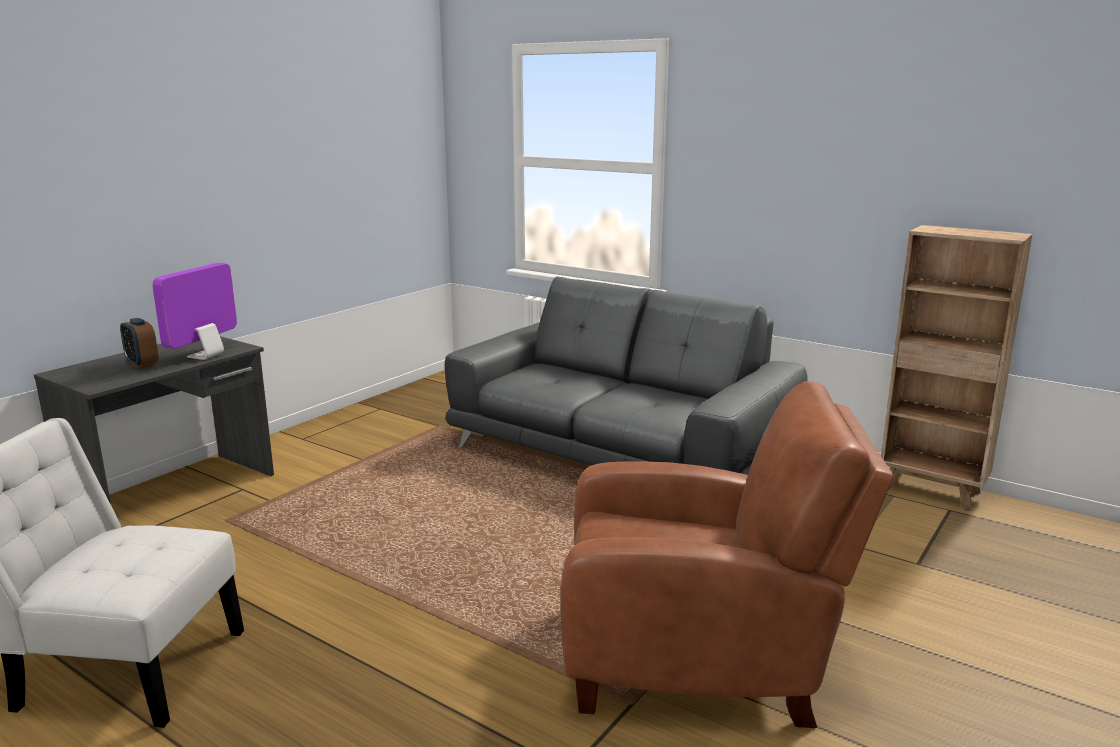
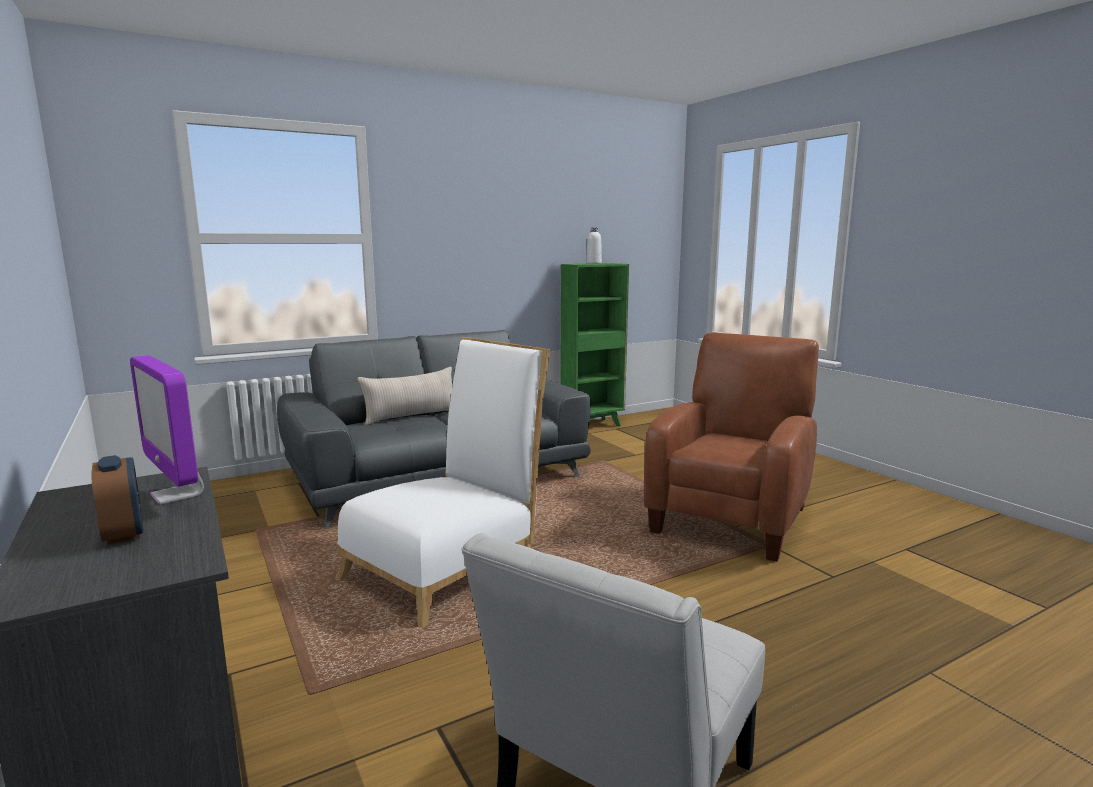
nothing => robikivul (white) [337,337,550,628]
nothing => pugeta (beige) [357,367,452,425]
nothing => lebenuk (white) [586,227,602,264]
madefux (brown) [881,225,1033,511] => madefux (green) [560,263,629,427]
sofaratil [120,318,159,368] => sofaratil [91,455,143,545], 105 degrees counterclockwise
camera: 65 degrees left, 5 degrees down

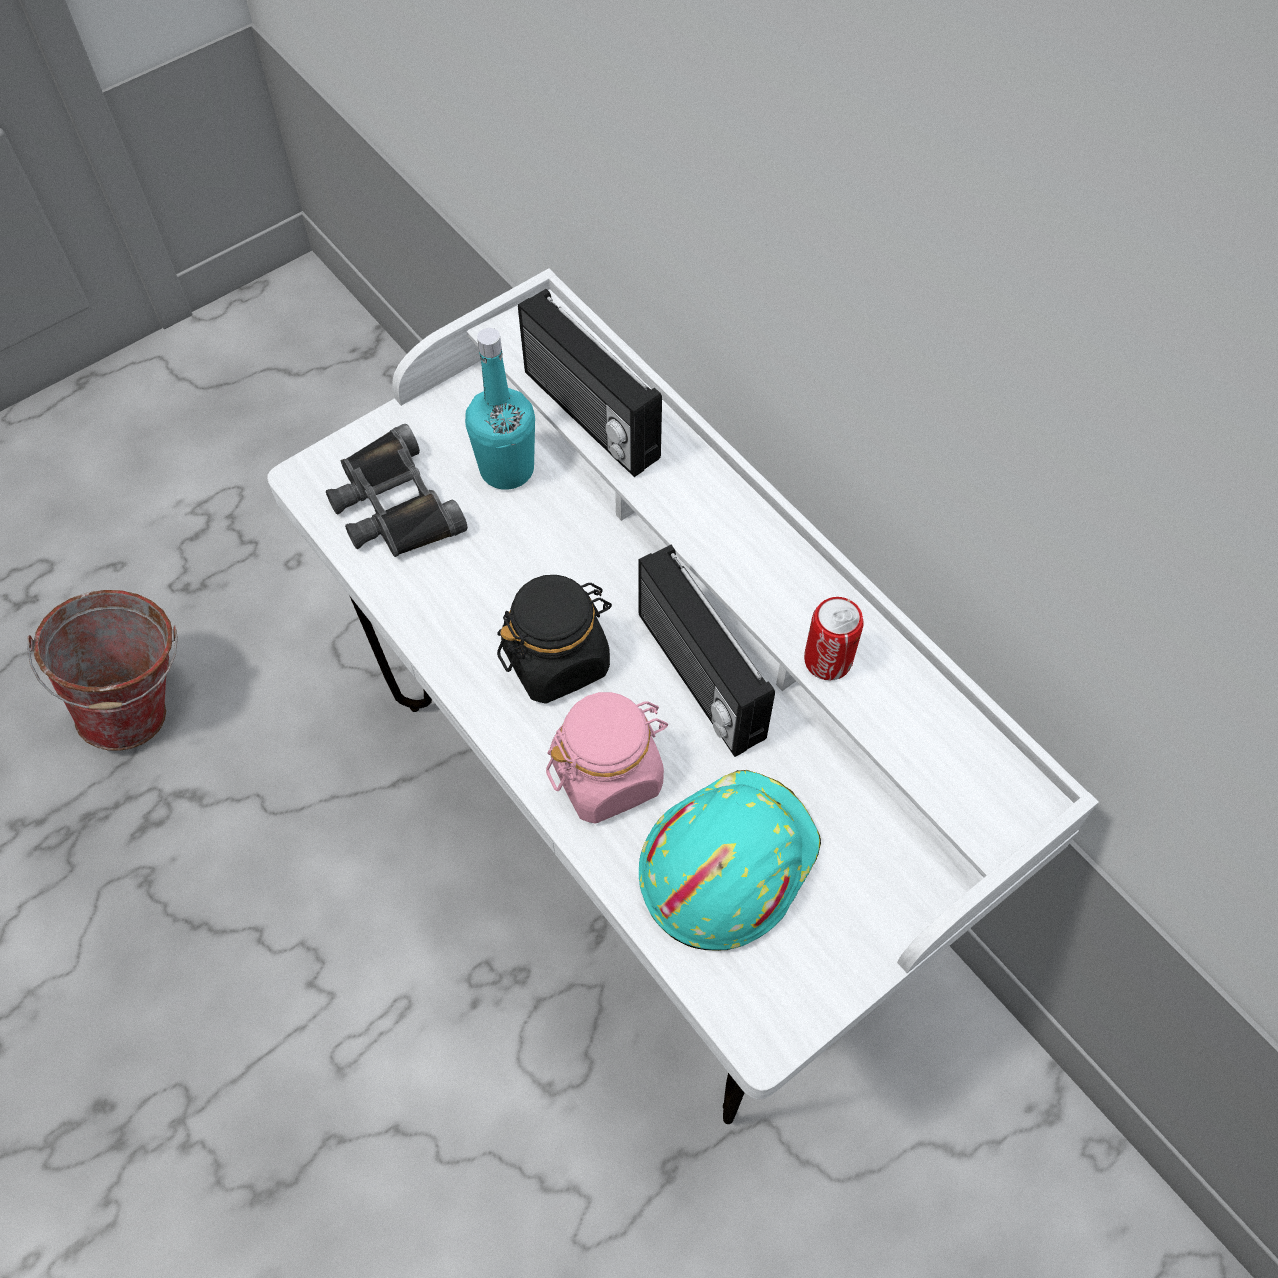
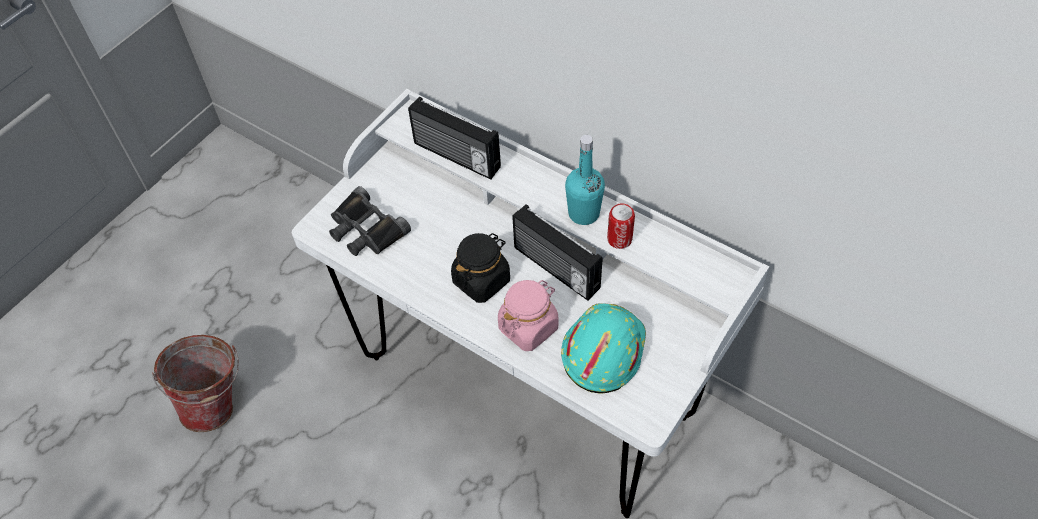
lebenuk (turquoise) [465,328,535,490] => lebenuk (turquoise) [565,135,605,225], moved
camera: 15 degrees left, 5 degrees down

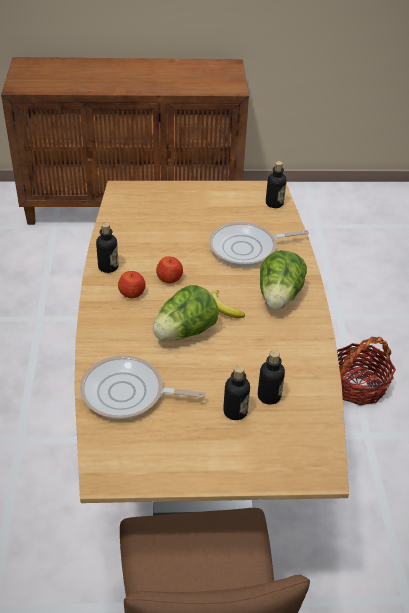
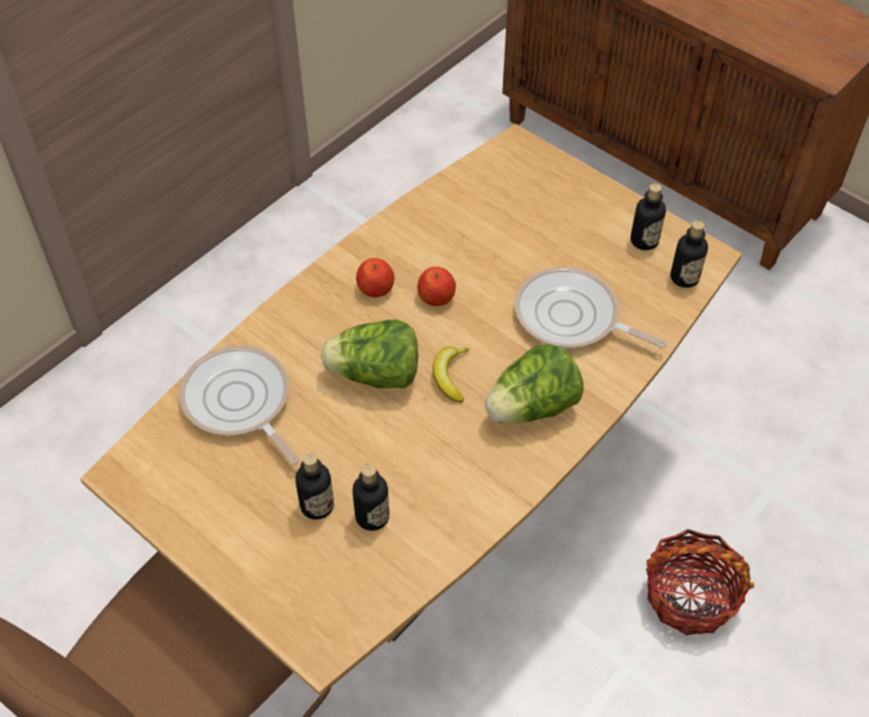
lebenuk [96,222,119,273] => lebenuk [631,183,666,250], moved
camera: 45 degrees right, 10 degrees up

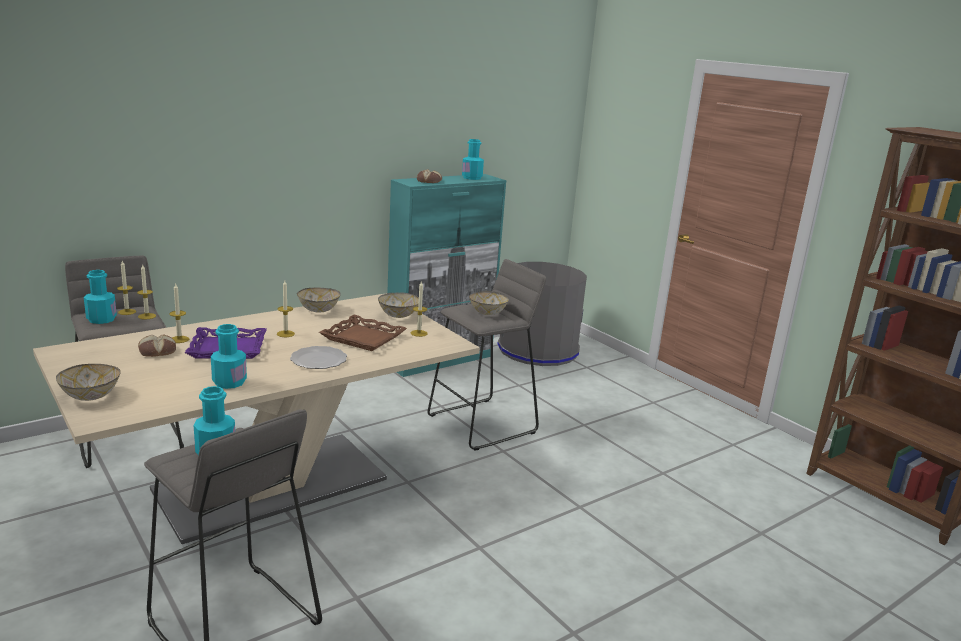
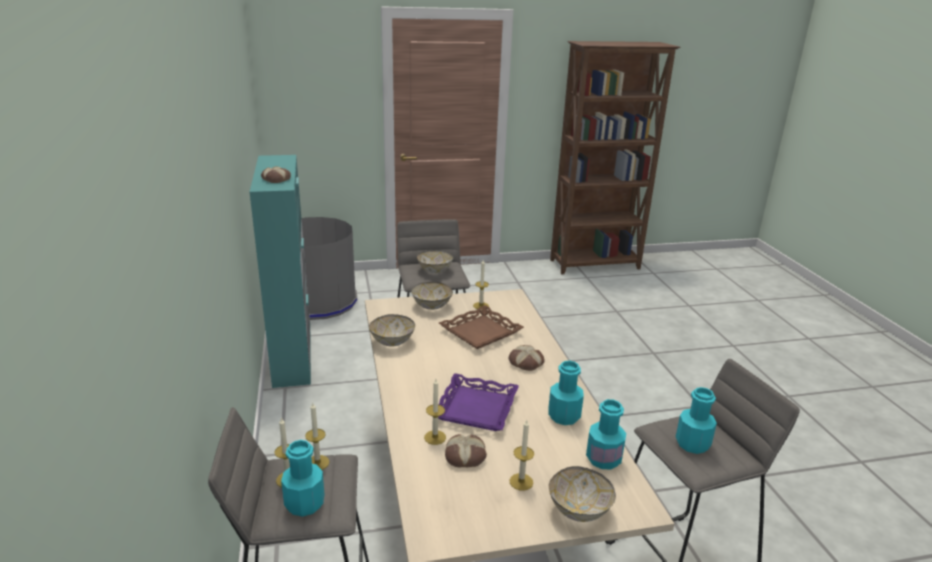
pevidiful [277,280,295,337] => pevidiful [510,420,534,491], moved
lebenuk (turquoise) [462,139,484,180] => lebenuk (turquoise) [586,399,626,469], moved
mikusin [290,346,347,369] => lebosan [509,345,545,371]
camera: 65 degrees left, 5 degrees up

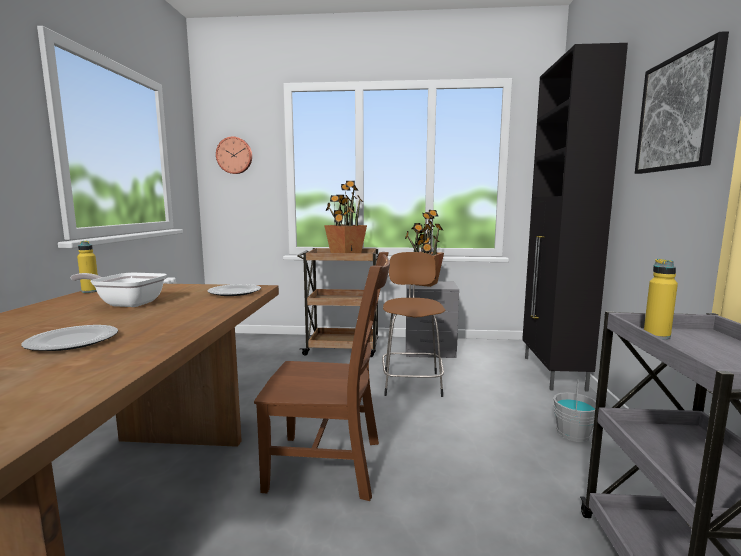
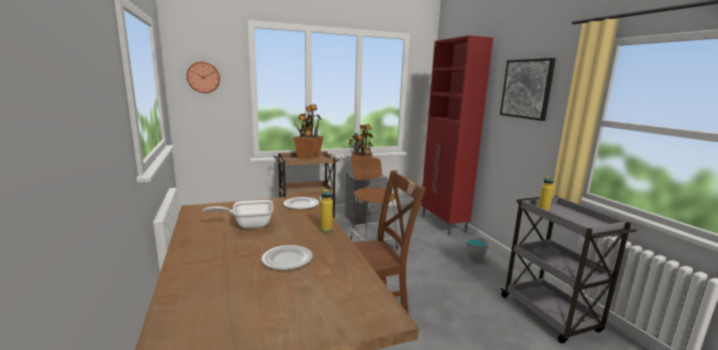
lebenuk (yellow) [77,241,98,293] => lebenuk (yellow) [320,189,333,232], moved
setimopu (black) [522,43,628,392] => setimopu (red) [421,35,493,235]
camera: 25 degrees left, 5 degrees up

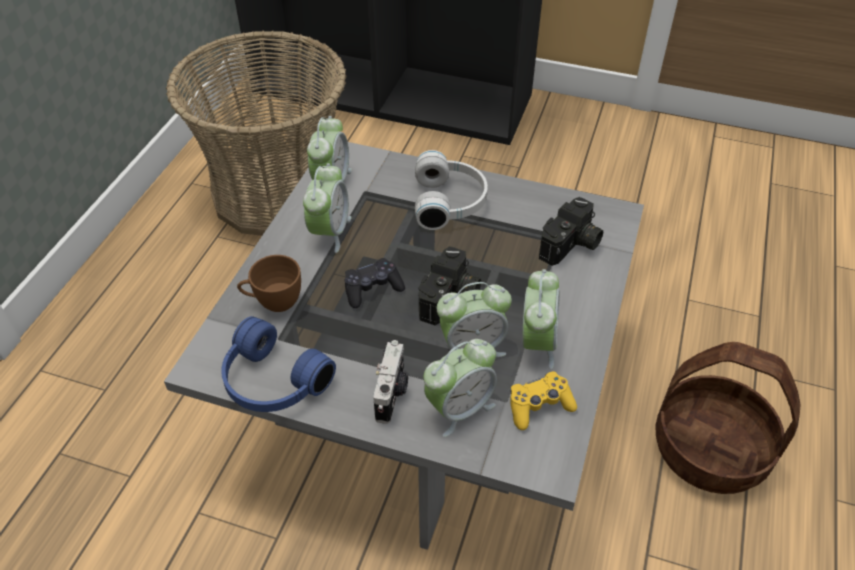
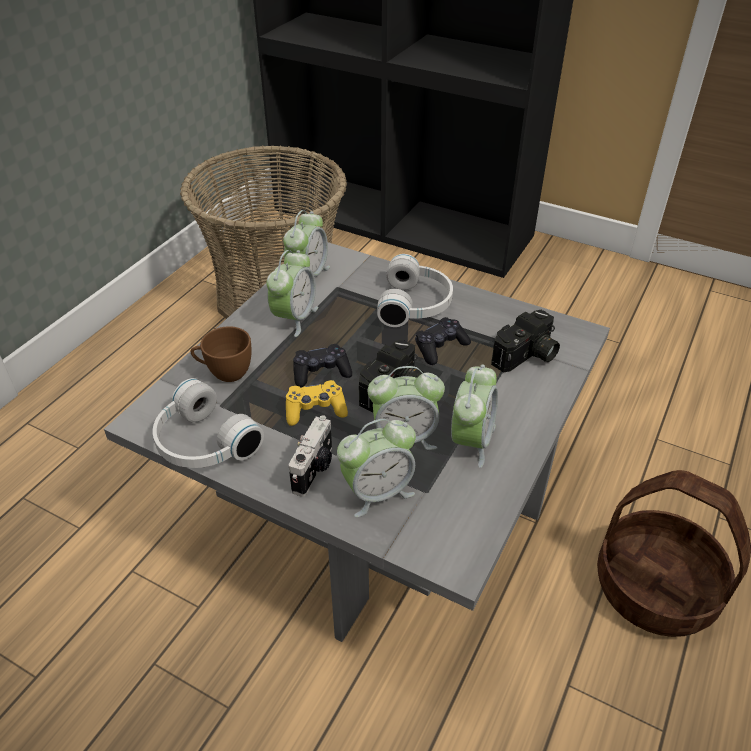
nothing => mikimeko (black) [415,317,471,365]
mikimeko (yellow) [510,371,577,430] => mikimeko (yellow) [286,380,348,426], moved
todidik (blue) [221,316,336,412] => todidik (white) [153,378,264,468]
camera: 10 degrees right, 5 degrees down

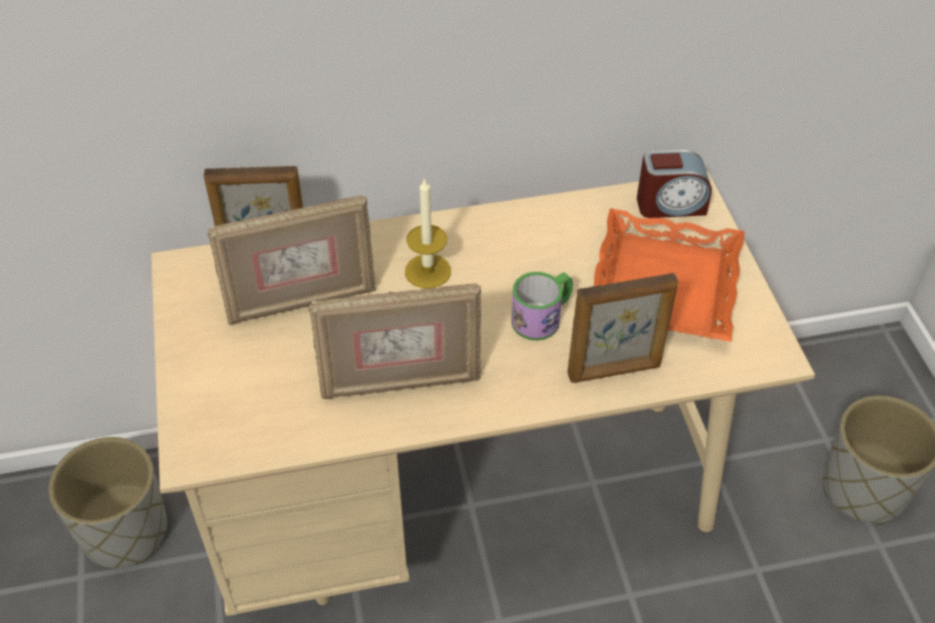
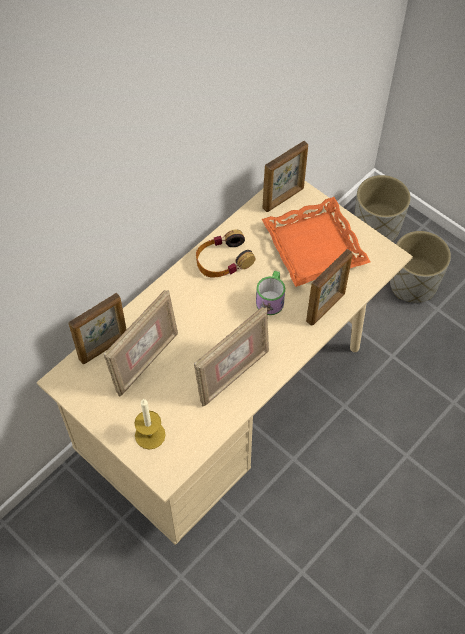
nothing => todidik [196,230,256,278]
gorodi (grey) [49,437,167,568] => gorodi (grey) [355,175,411,242], moved
pevidiful [405,177,451,288] => pevidiful [134,399,166,449], moved
sofaratil [637,149,712,218] => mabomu [262,141,308,212]
camera: 35 degrees left, 10 degrees up

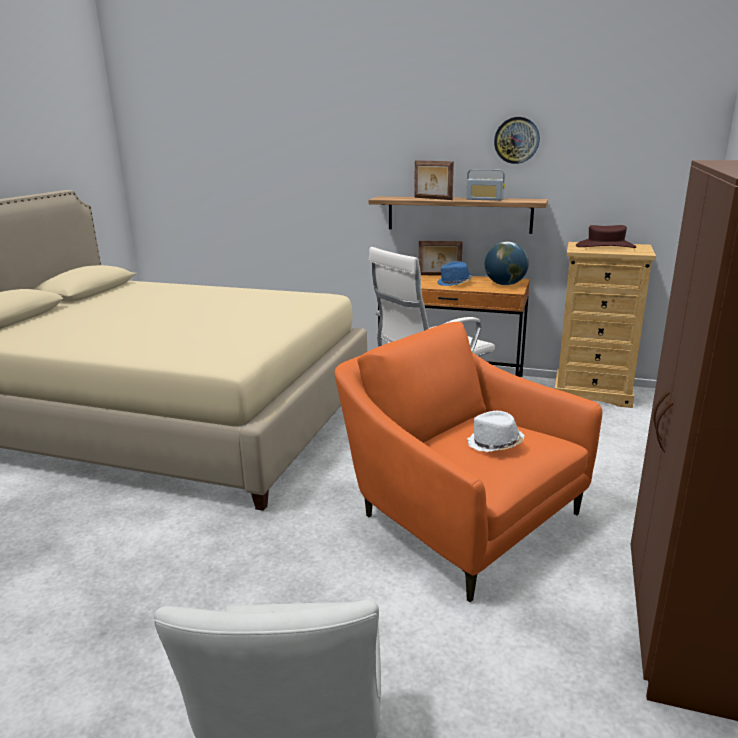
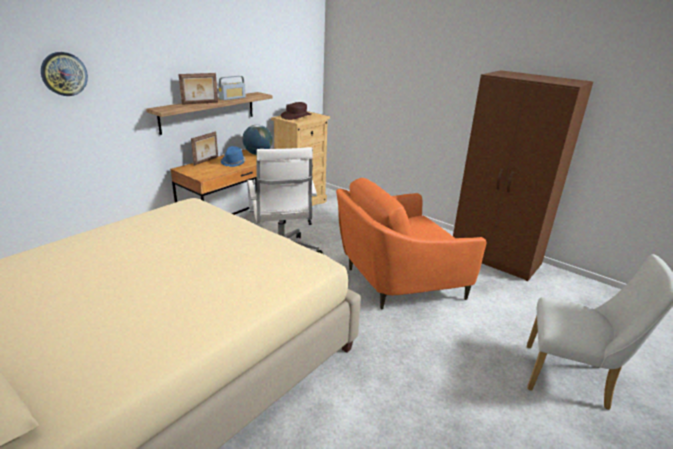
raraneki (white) [467,411,525,452] => nothing
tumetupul [494,117,540,164] => tumetupul [41,52,88,96], moved
camera: 70 degrees left, 5 degrees up

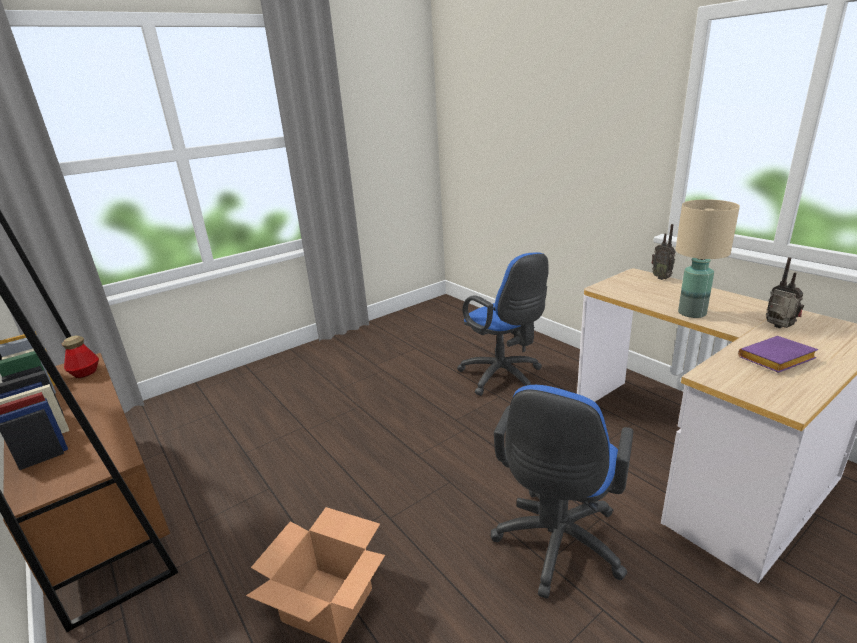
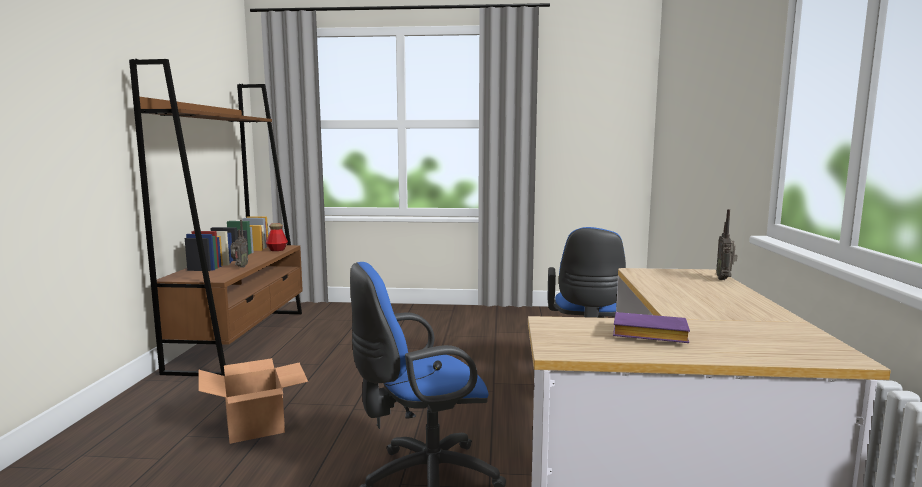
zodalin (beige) [676,199,740,318] => nothing
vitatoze [766,257,804,329] => vitatoze [230,220,248,268], moved
camera: 40 degrees right, 15 degrees down

